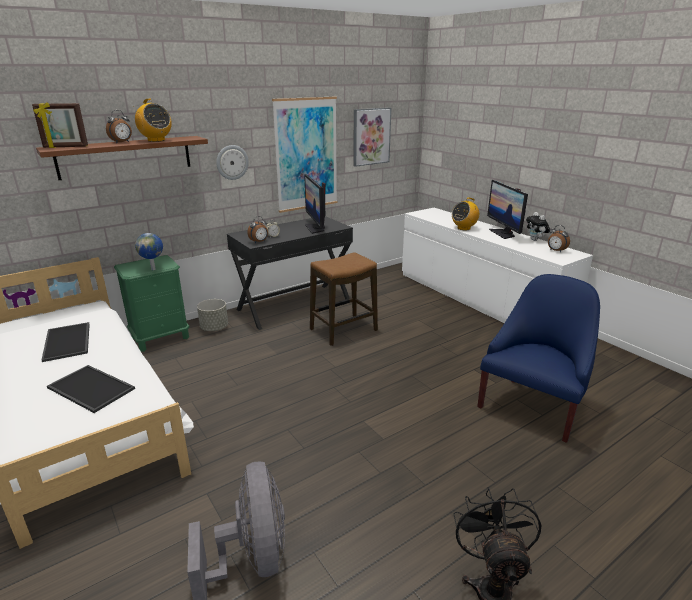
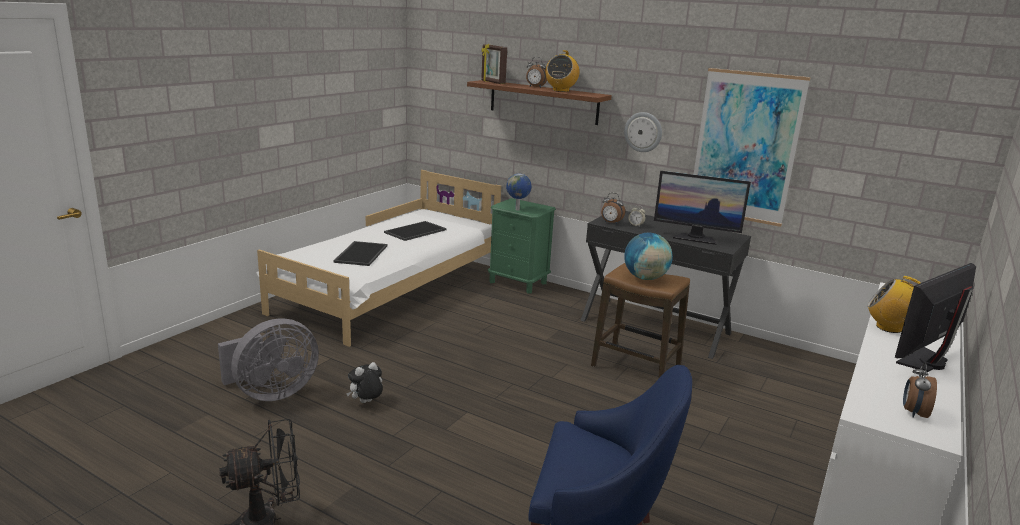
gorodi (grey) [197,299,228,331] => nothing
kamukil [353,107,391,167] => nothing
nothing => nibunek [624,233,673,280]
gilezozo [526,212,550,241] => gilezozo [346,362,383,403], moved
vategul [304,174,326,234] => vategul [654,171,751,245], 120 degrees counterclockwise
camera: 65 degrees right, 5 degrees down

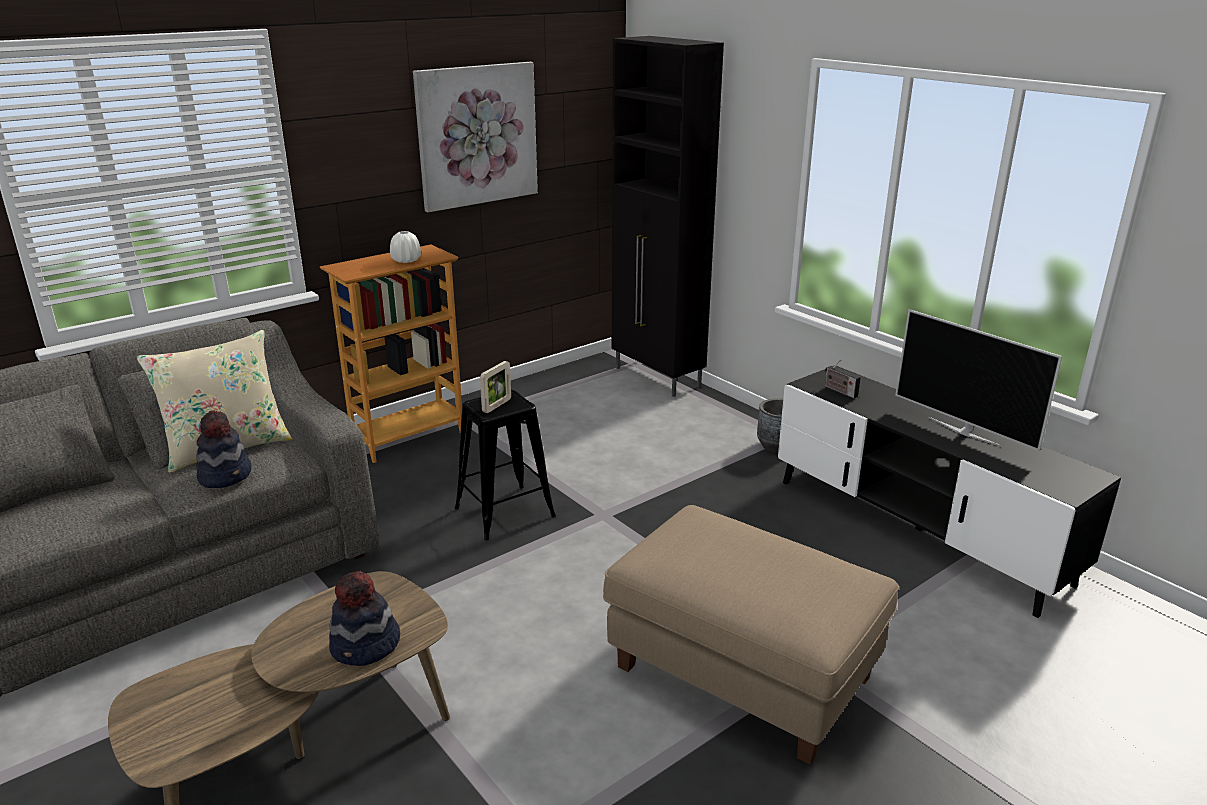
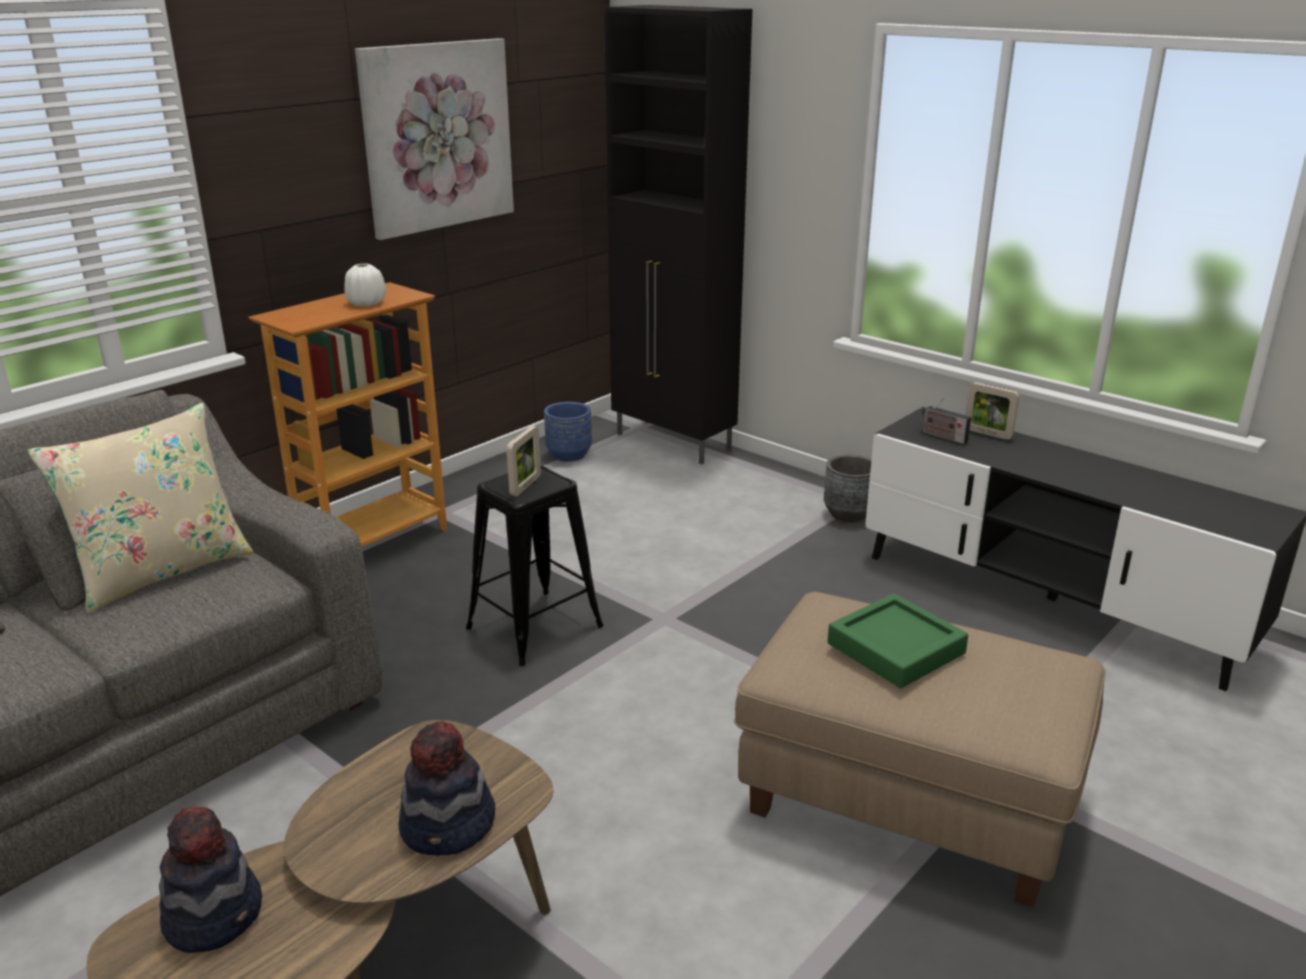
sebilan [895,309,1062,451] => nothing
nothing => gorodi (blue) [544,402,592,462]
nothing => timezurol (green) [828,594,968,688]
nothing => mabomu [965,382,1019,440]
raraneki [196,410,252,488] => raraneki [159,807,262,953], moved
camera: 10 degrees left, 0 degrees up

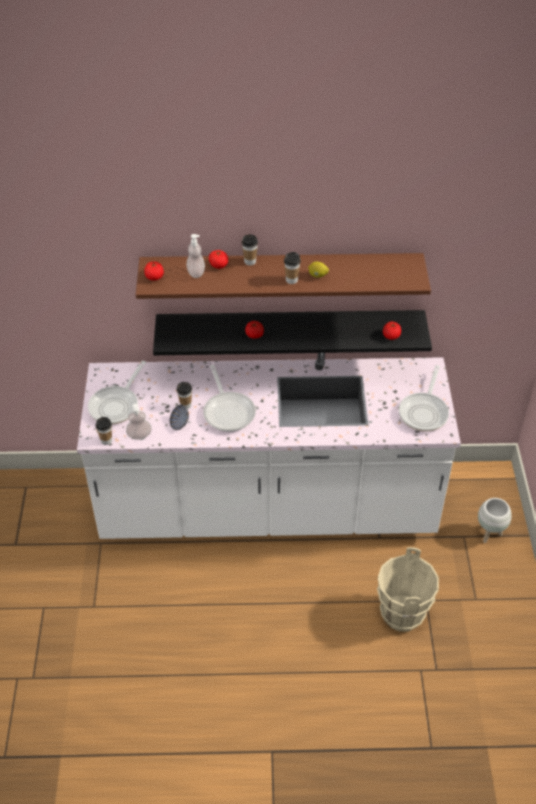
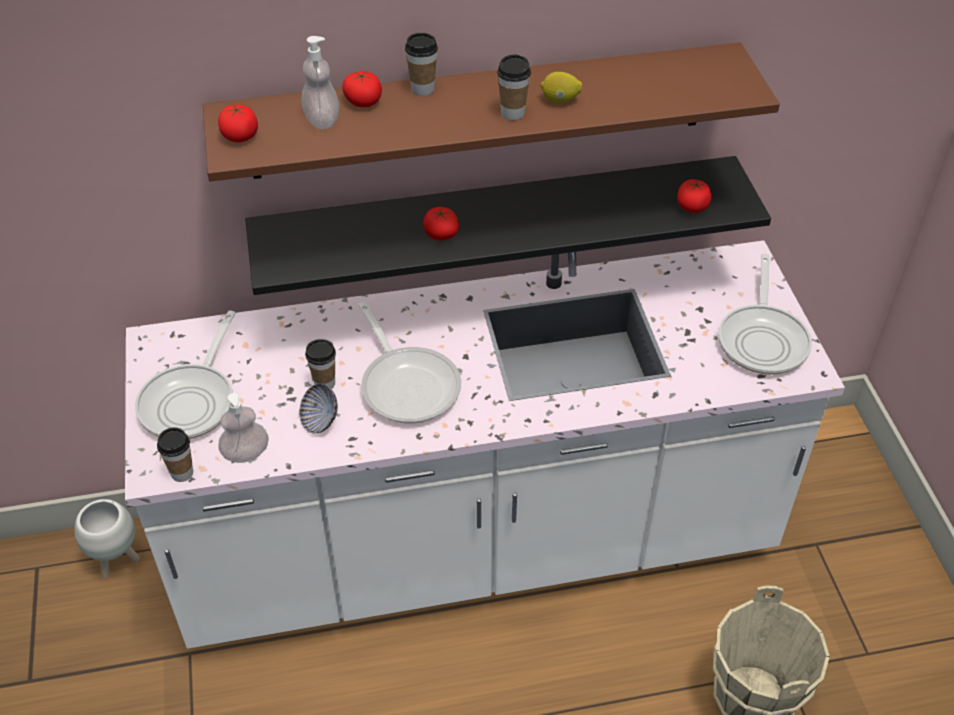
gorodi (white) [478,498,512,543] => gorodi (white) [74,499,140,579], moved
camera: 10 degrees left, 0 degrees up

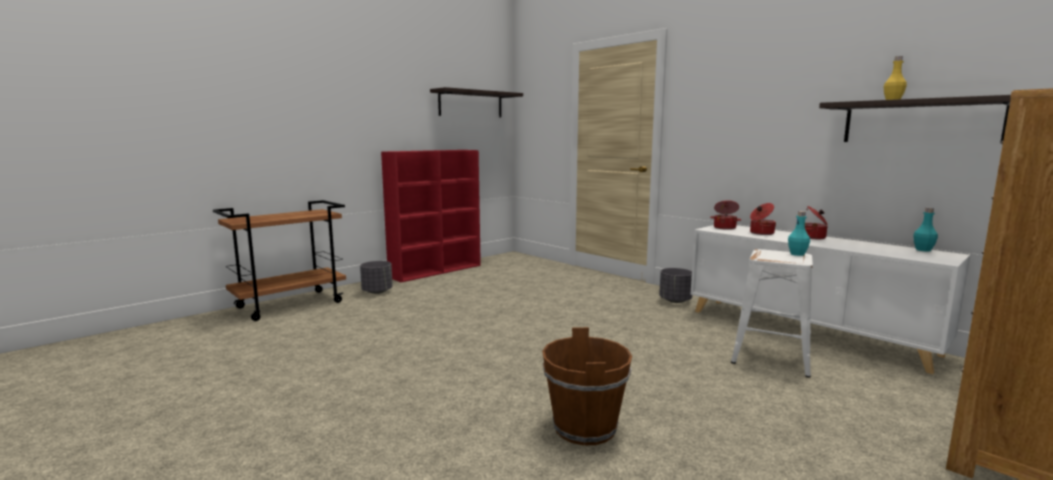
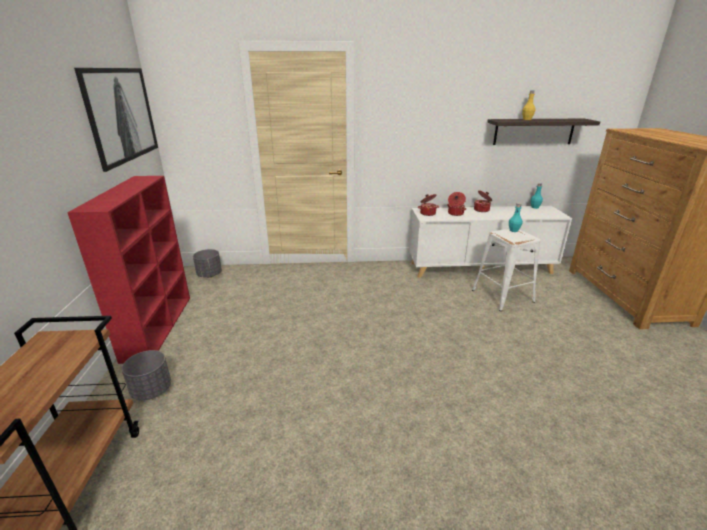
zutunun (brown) [542,327,632,445] => nothing
gorodi (grey) [659,268,692,303] => gorodi (grey) [193,249,222,278], moved
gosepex [430,87,523,118] => kamukil [74,68,158,172]
camera: 50 degrees left, 15 degrees up

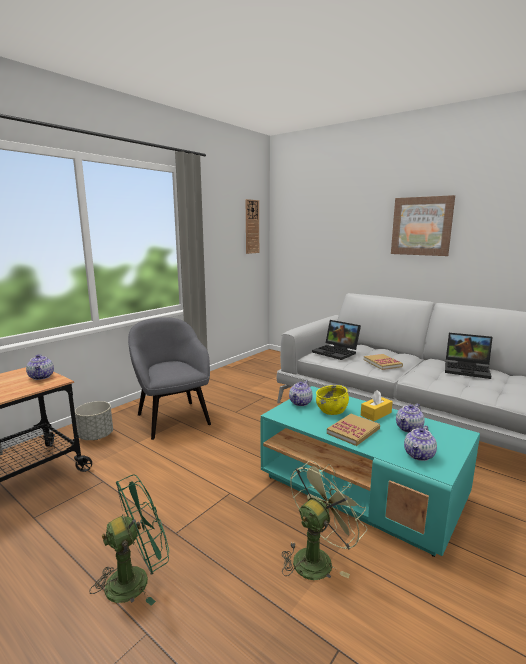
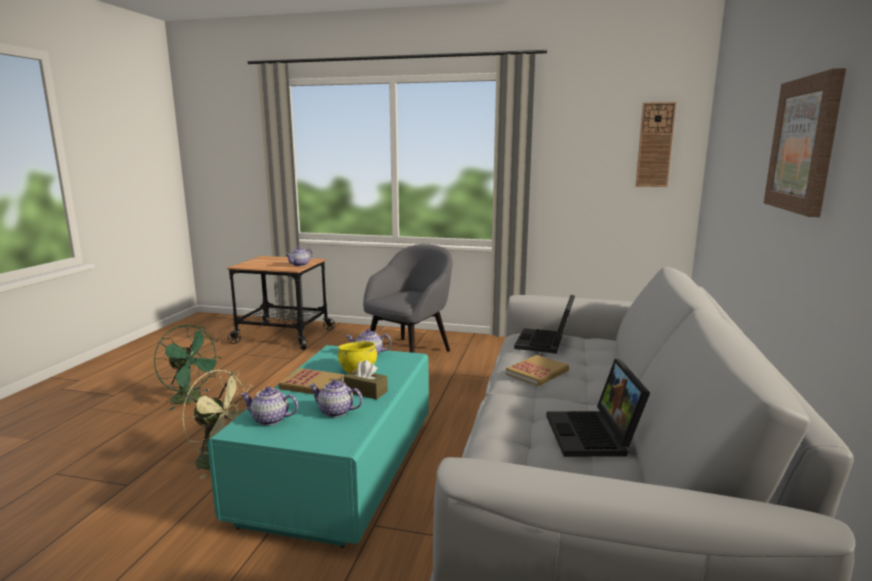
gorodi (grey) [75,401,113,440] => nothing
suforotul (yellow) [361,390,393,421] => suforotul (brown) [344,360,388,400]
camera: 65 degrees right, 0 degrees up

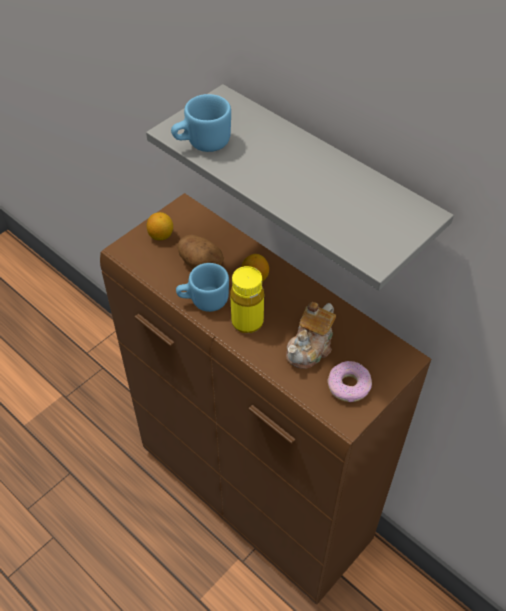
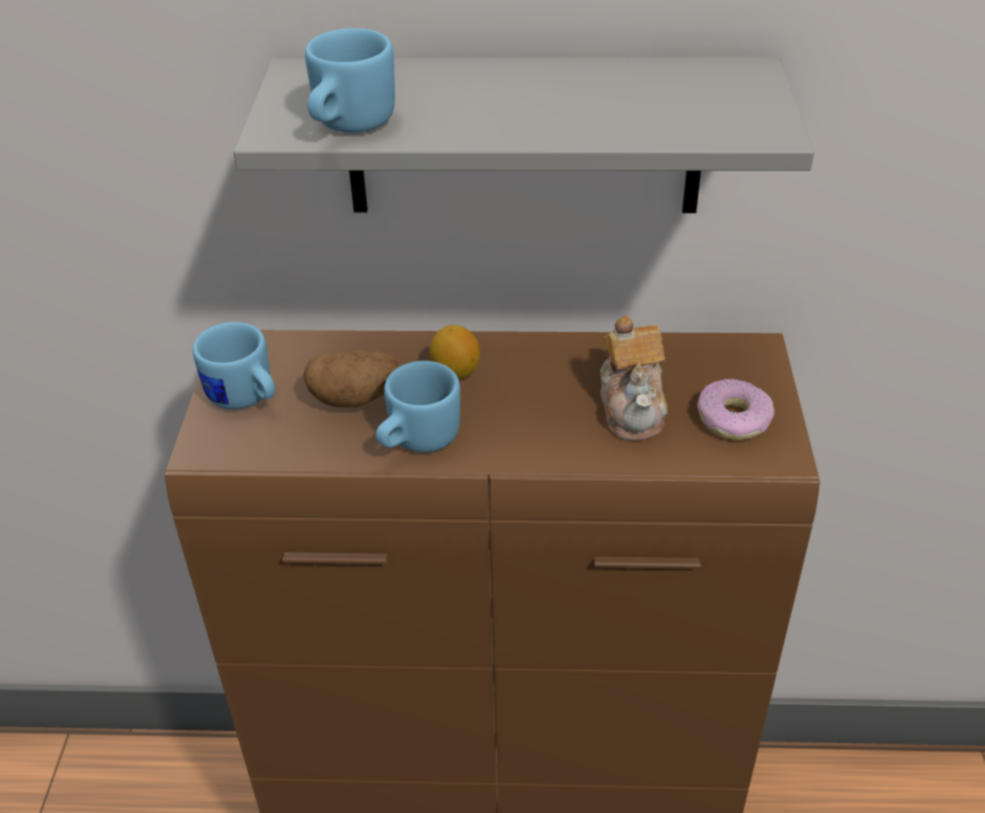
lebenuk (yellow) [230,266,264,333] => nothing
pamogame [147,212,173,240] => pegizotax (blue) [193,322,275,409]
camera: 40 degrees left, 10 degrees down

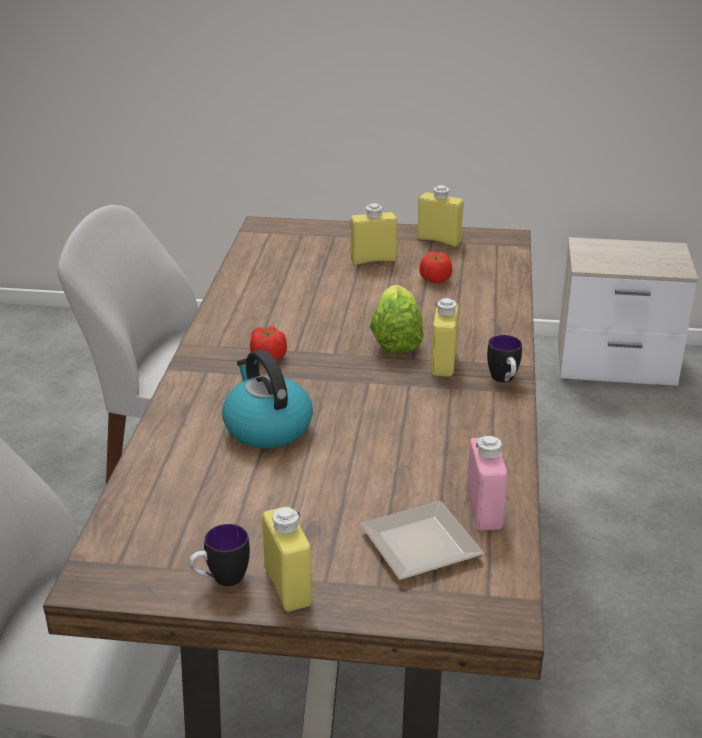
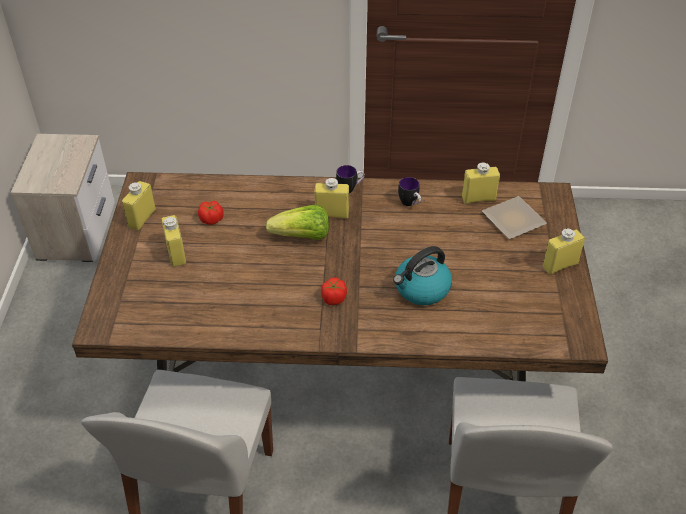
pegizotax [189,524,250,586] => pegizotax [398,177,421,206], moved
lebenuk (pink) [467,436,508,530] => lebenuk (yellow) [462,163,500,204]
camera: 95 degrees left, 15 degrees up

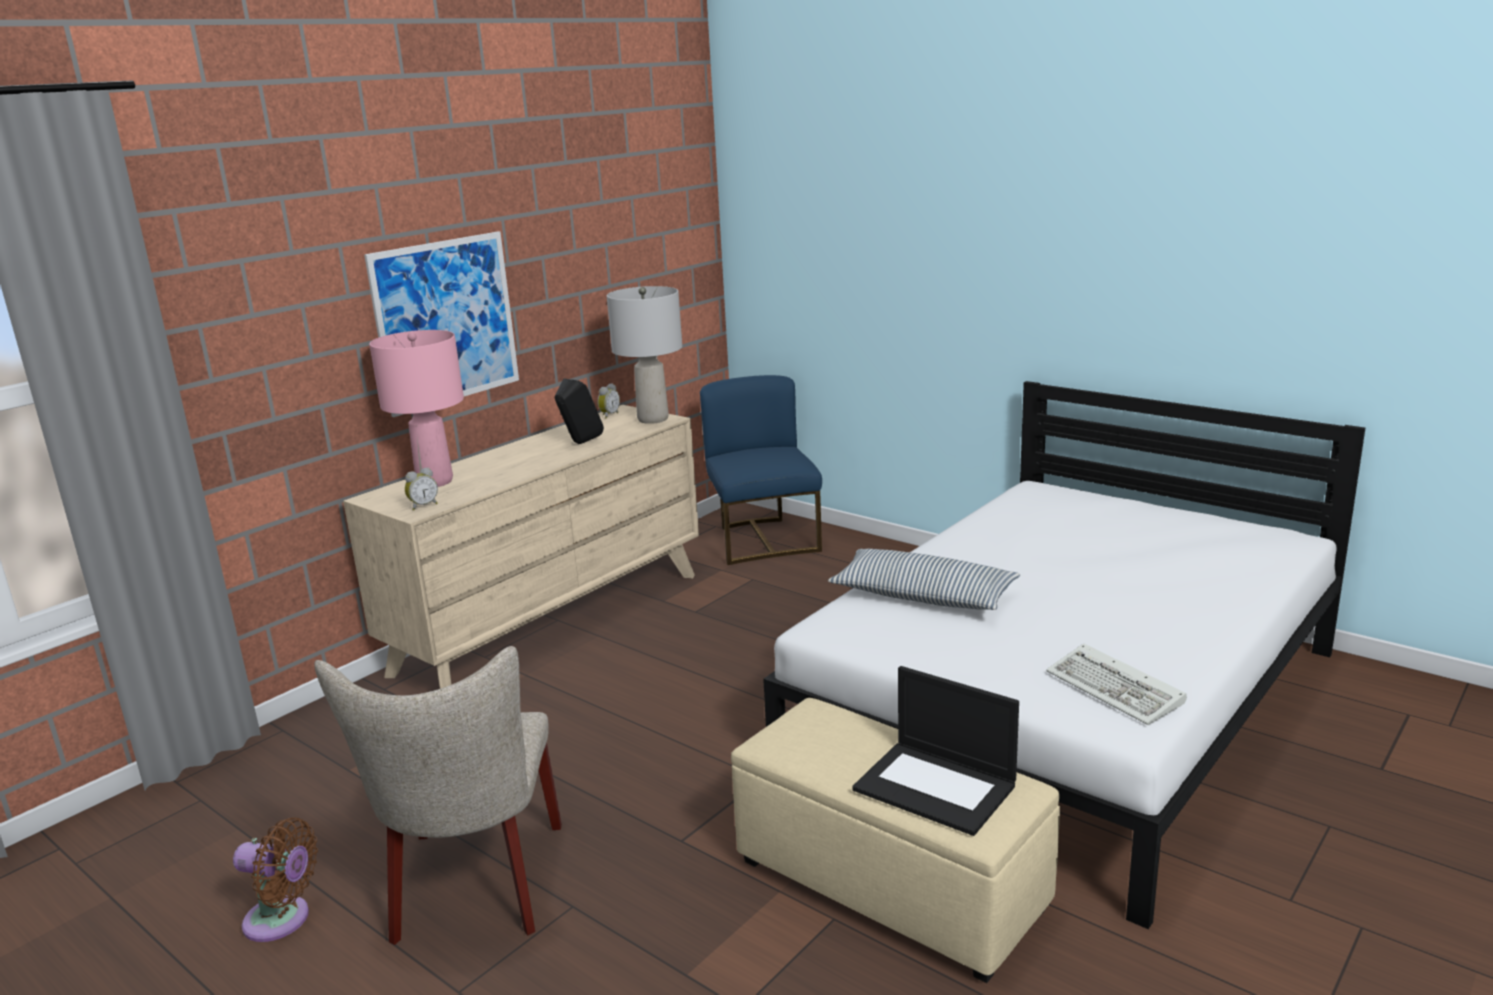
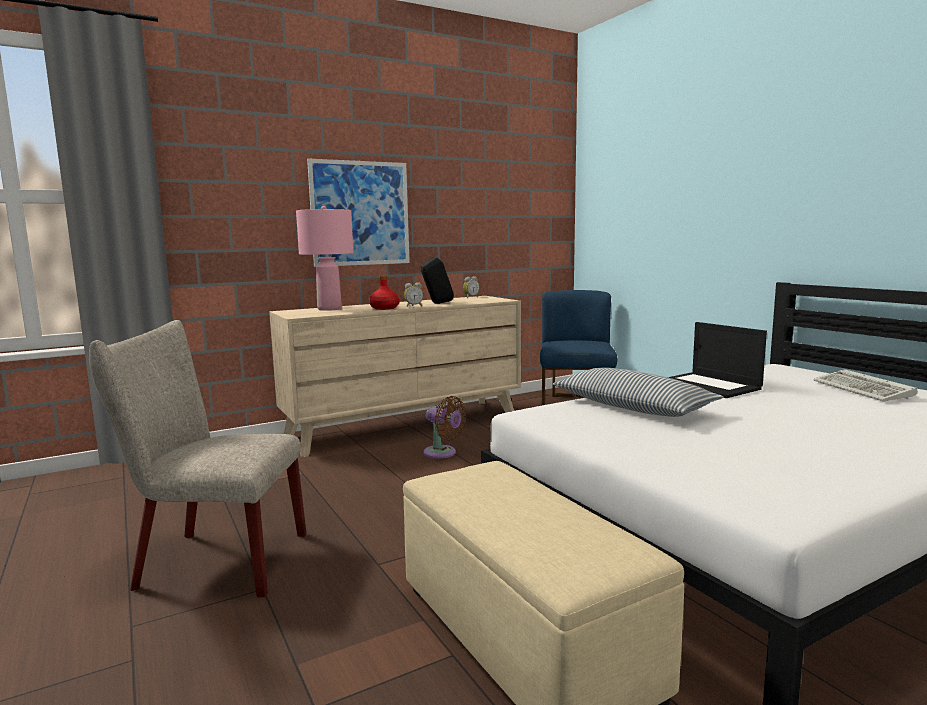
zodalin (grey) [607,286,682,424] => nothing
nothing => lebenuk (red) [369,276,399,310]
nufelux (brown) [233,817,318,942] => nufelux (brown) [424,396,466,459], moved
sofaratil [405,467,438,510] => sofaratil [404,282,423,307], moved
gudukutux [852,666,1019,836] => gudukutux [668,322,767,398], moved
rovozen [1046,643,1187,725] => rovozen [813,369,917,402], moved
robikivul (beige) [314,646,562,945] => robikivul (beige) [89,320,307,597], 75 degrees clockwise
camera: 20 degrees right, 10 degrees down

